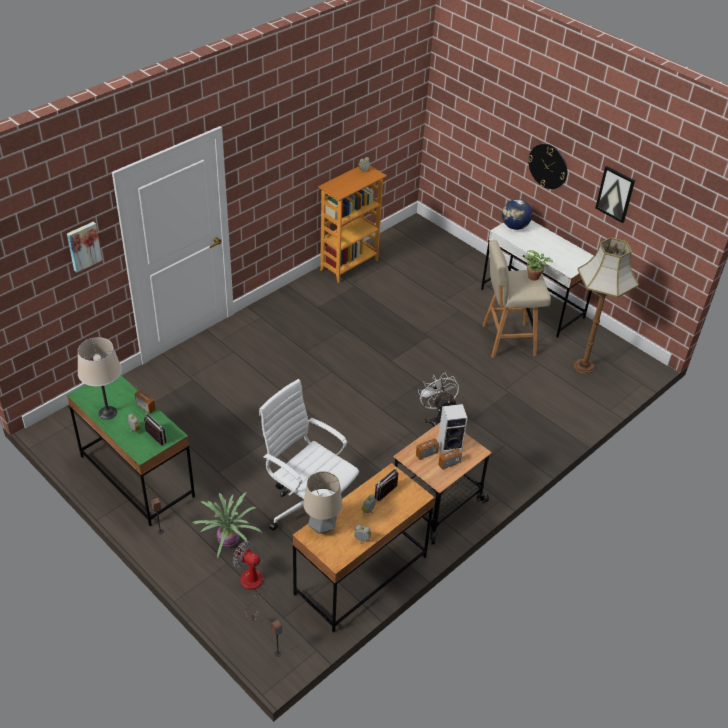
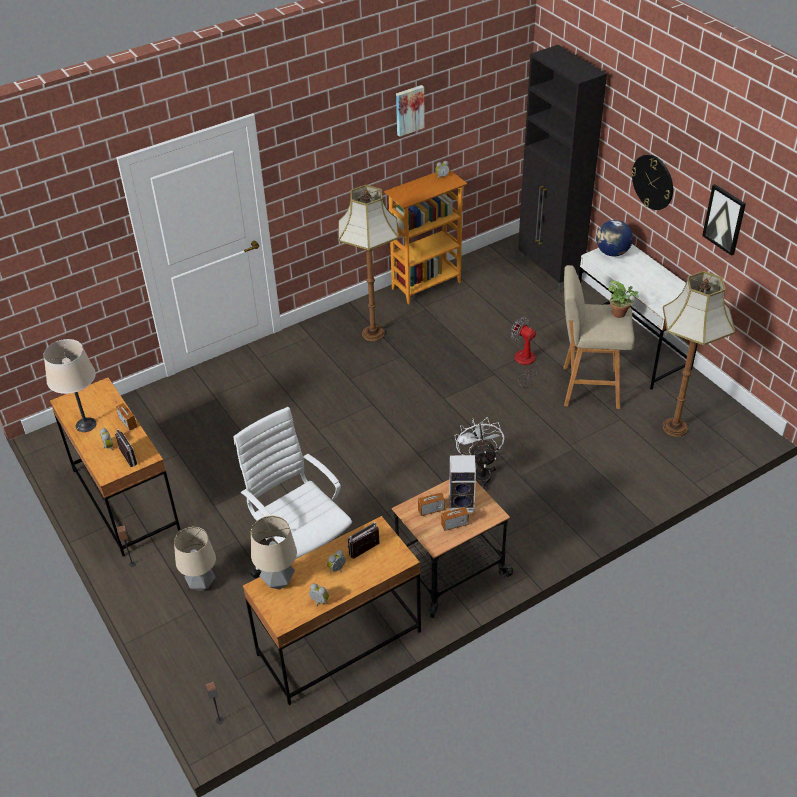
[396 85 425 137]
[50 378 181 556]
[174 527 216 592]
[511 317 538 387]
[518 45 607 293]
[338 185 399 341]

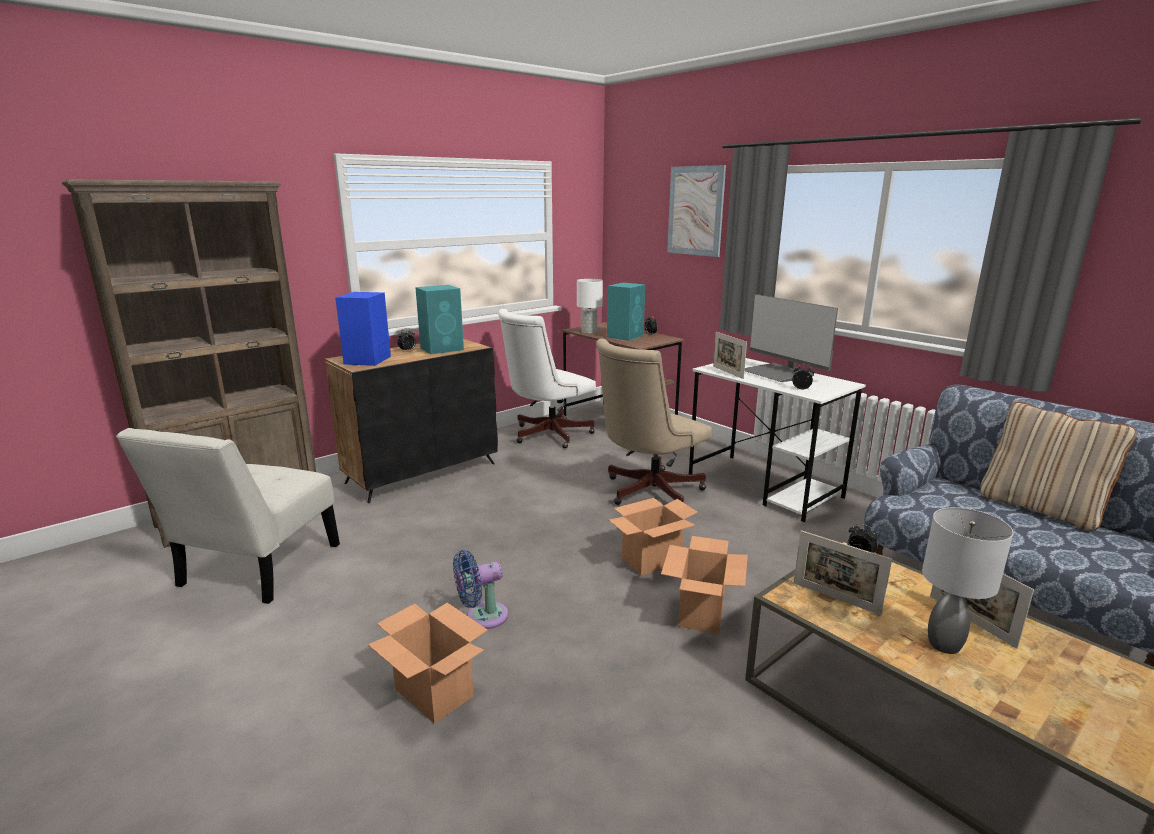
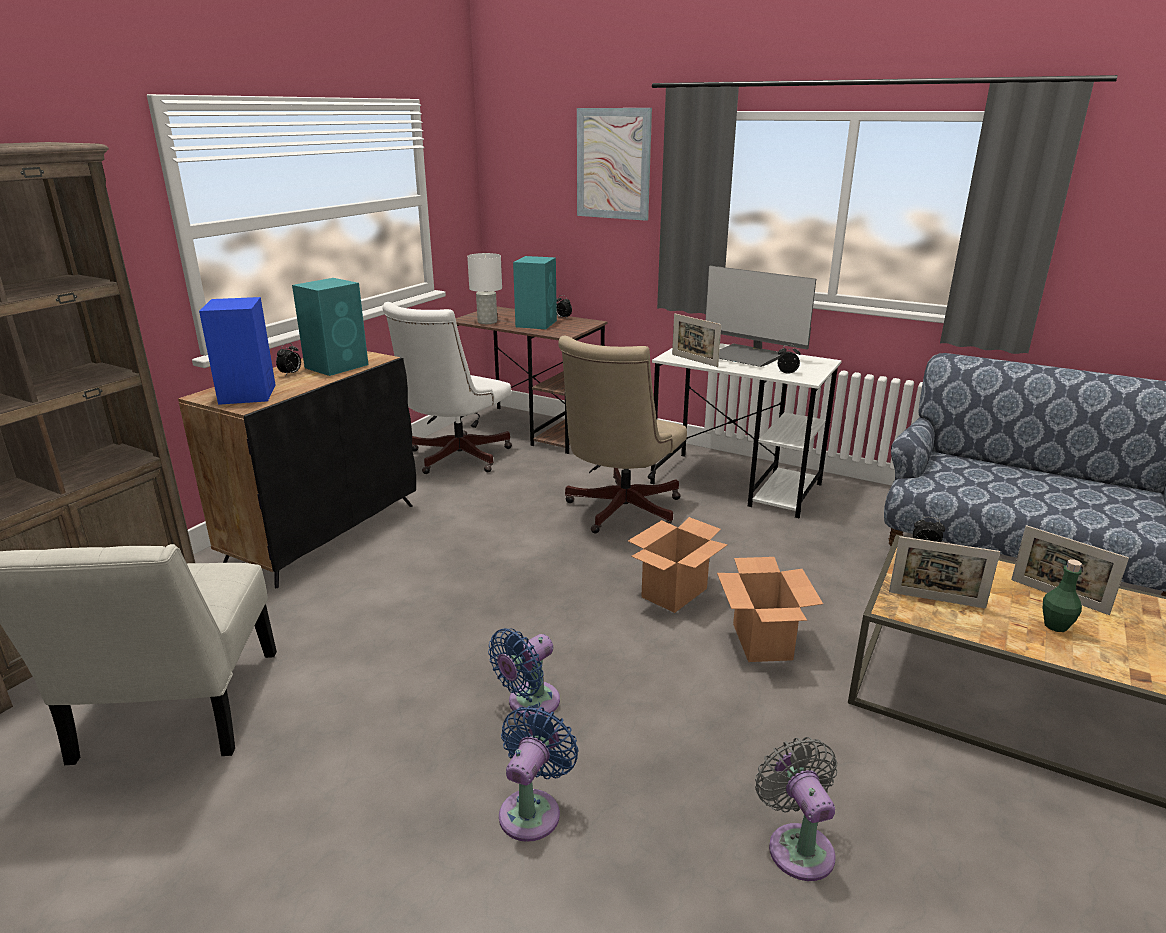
[980 402 1136 531] (first image)
[1043 559 1082 632]
[499 706 578 842]
[755 737 837 881]

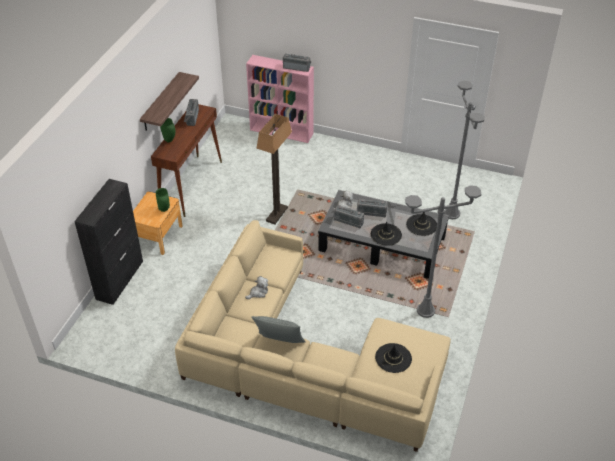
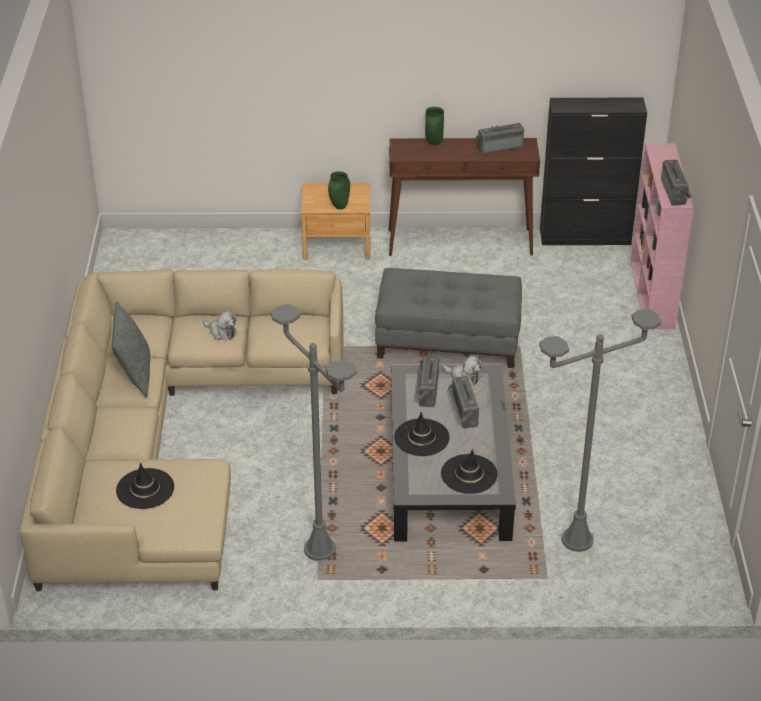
[140 72 199 131] (first image)
[375 268 522 368]
[540 98 647 245]

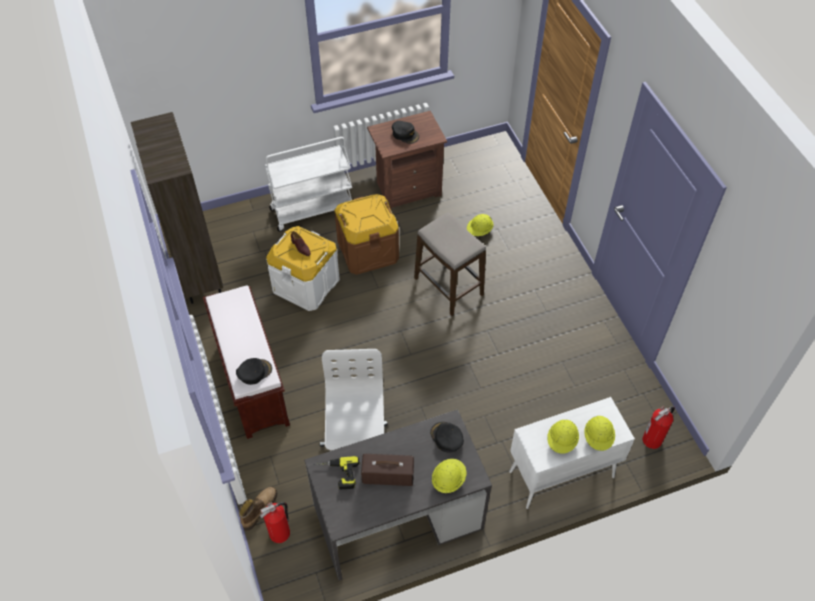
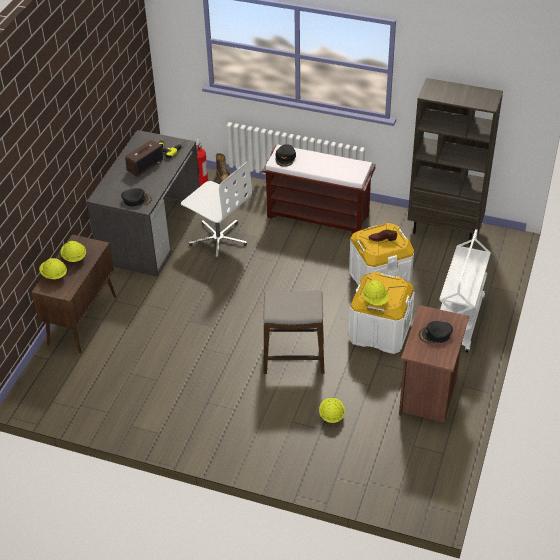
[348 272 415 354]
[31 234 116 353]
[643 406 675 449] (first image)
[363 280 389 306]

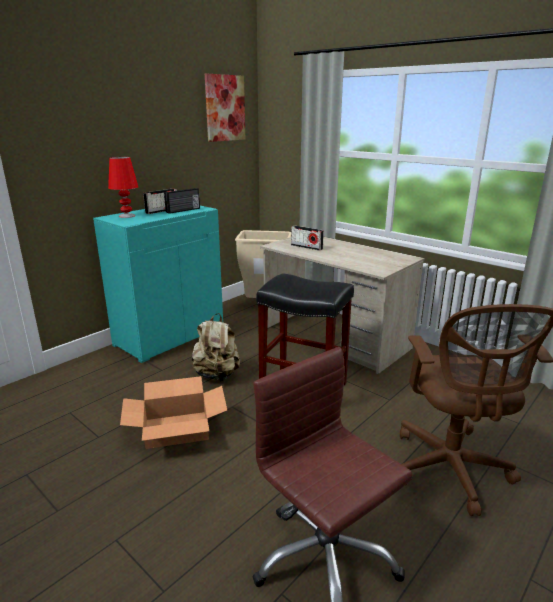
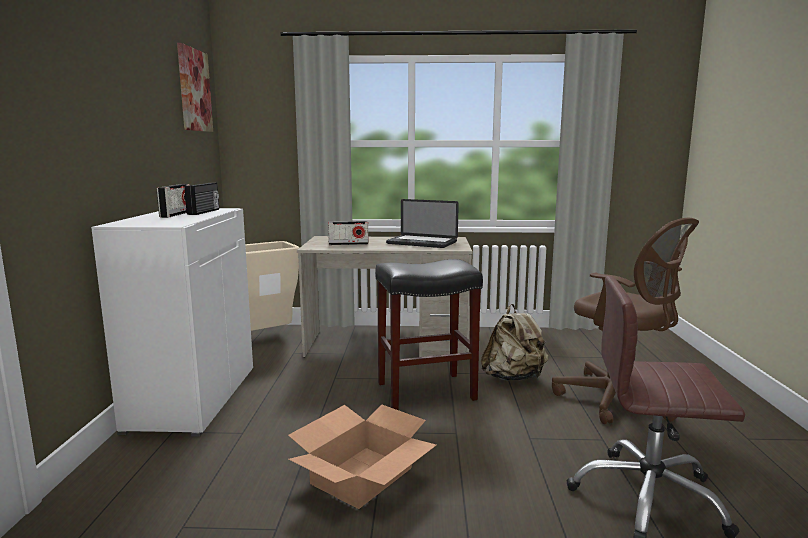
[108 157 138 218] (first image)
[91 208 253 437]
[481 304 548 381]
[386 199 459 248]

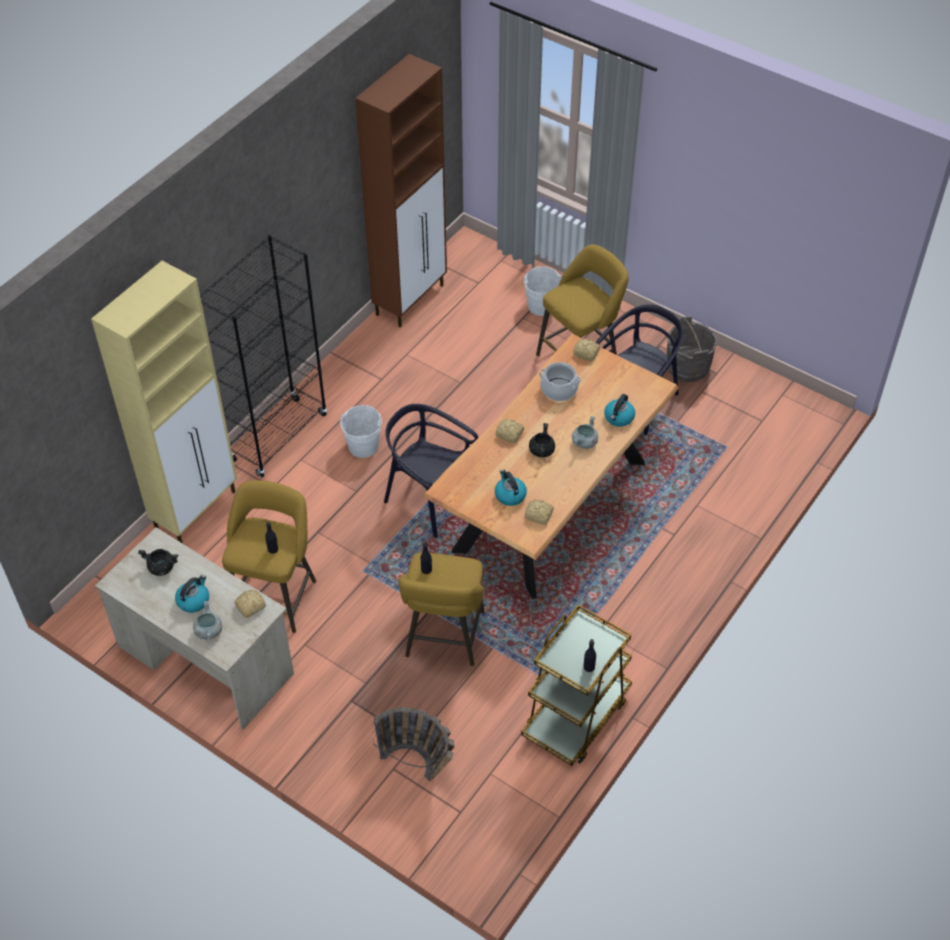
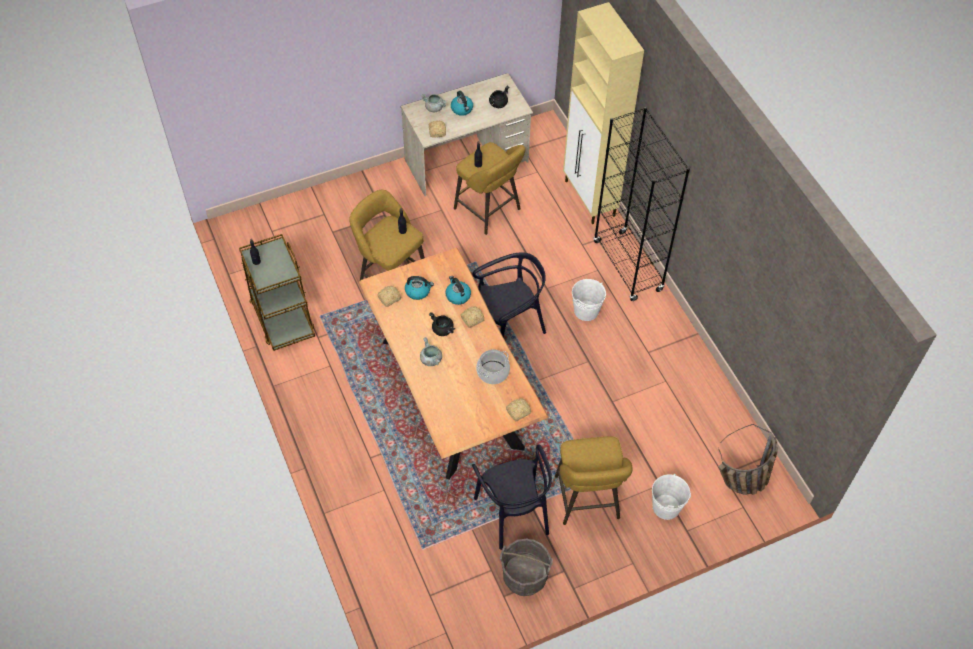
[355 54 447 328] (first image)
[445 276 471 305]
[718 424 778 495]

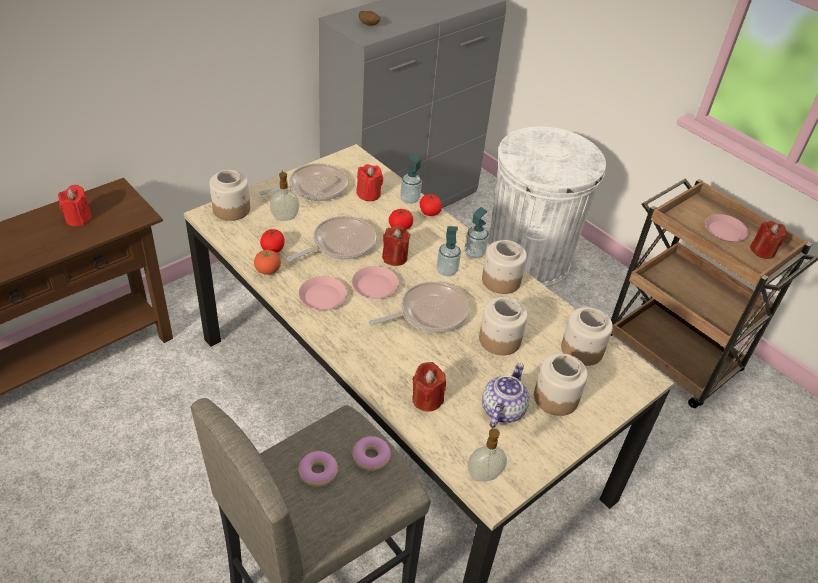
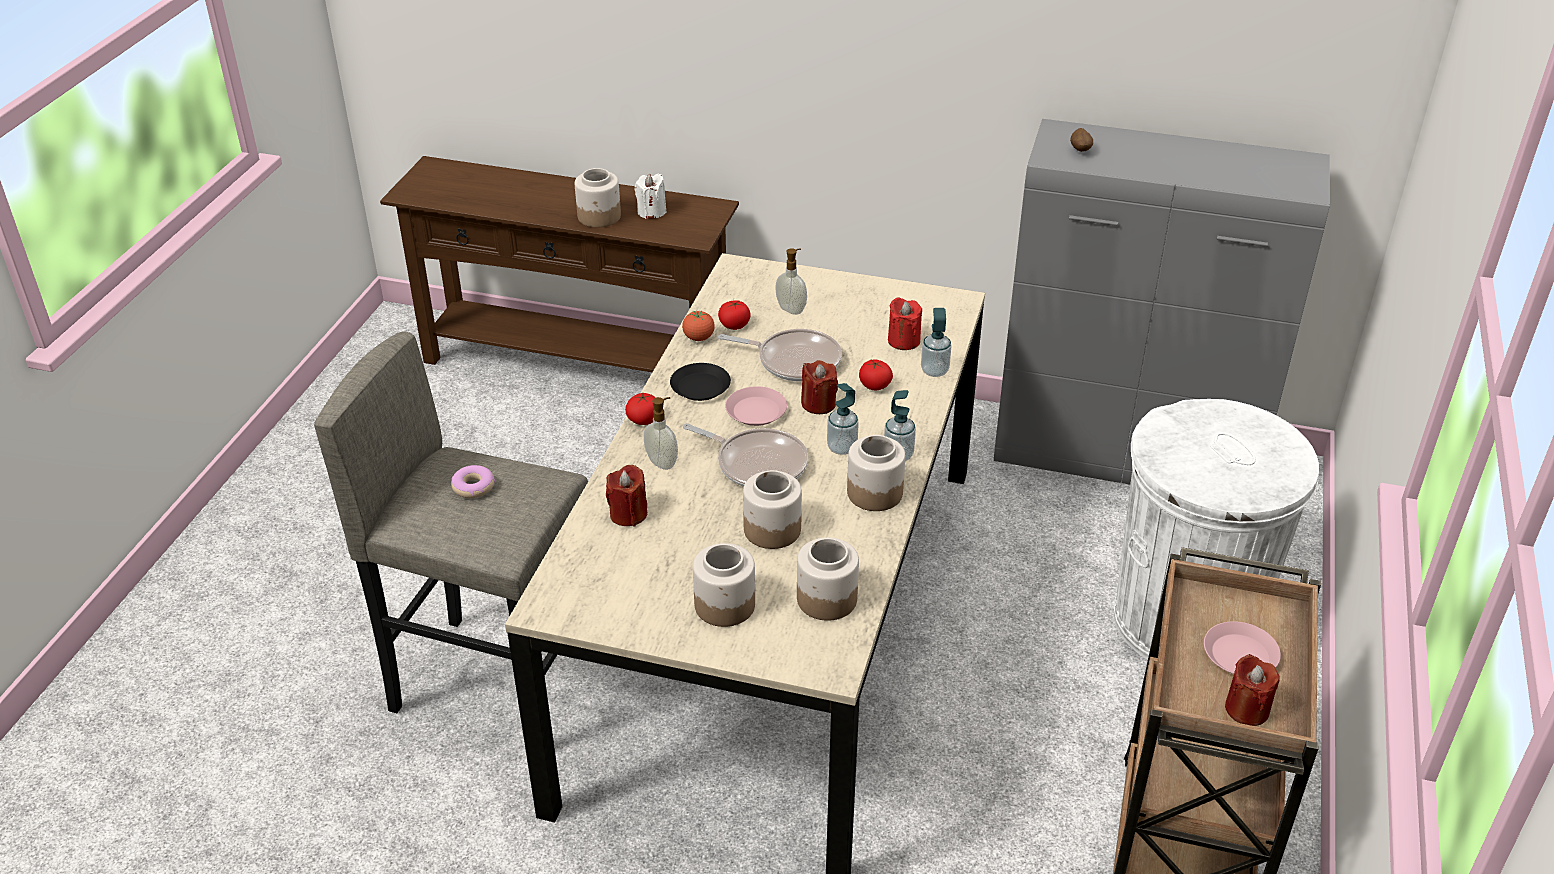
[260 163 348 201] (first image)
[575 168 621 227]
[635 173 667 219]
[625 393 655 425]
[670 363 731 401]
[482 363 529 428] (first image)
[644 397 678 470]
[352 436 391 471] (first image)

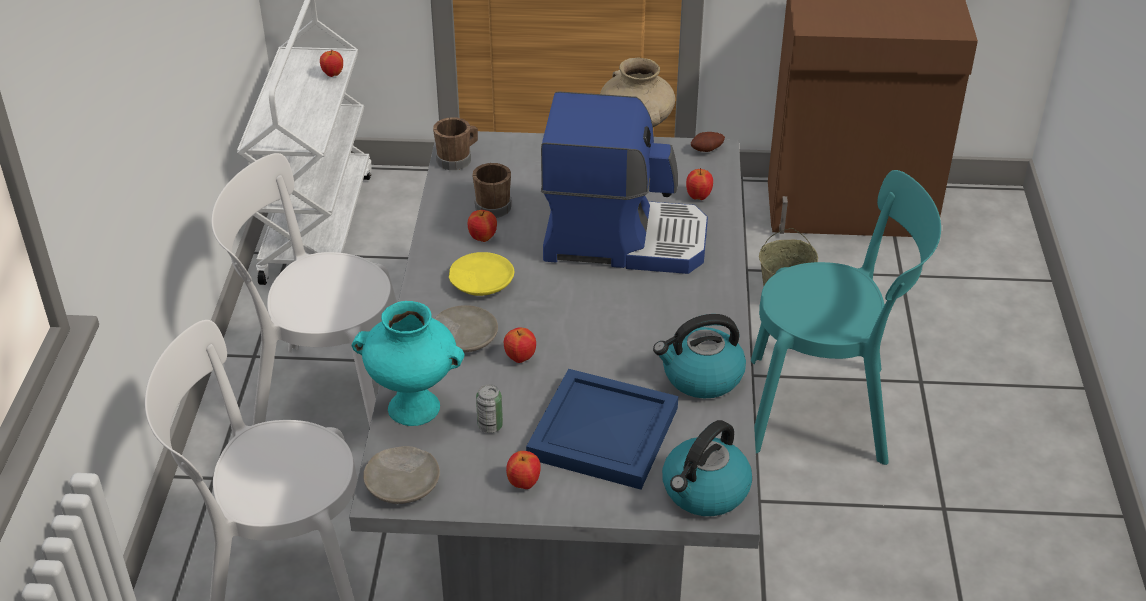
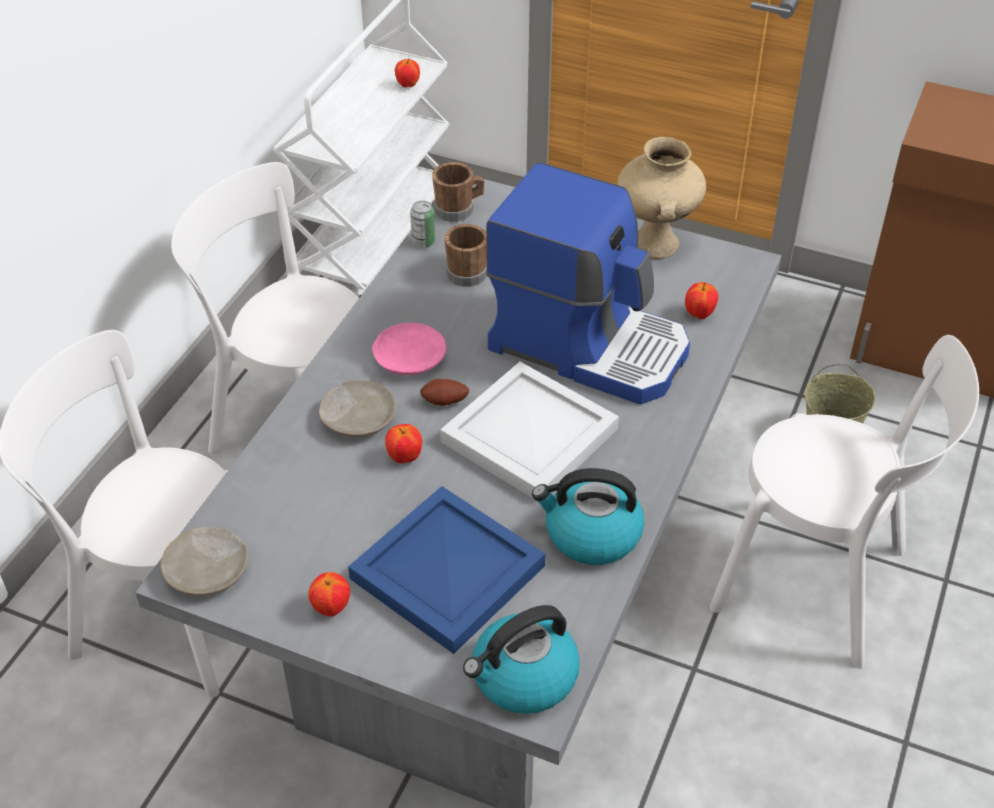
[420 379 469 406]
[710 335 979 669]
[468 210 497 242] (first image)
[372 323 446 375]
[352 301 465 426] (first image)
[410 201 435 247]
[440 362 619 499]

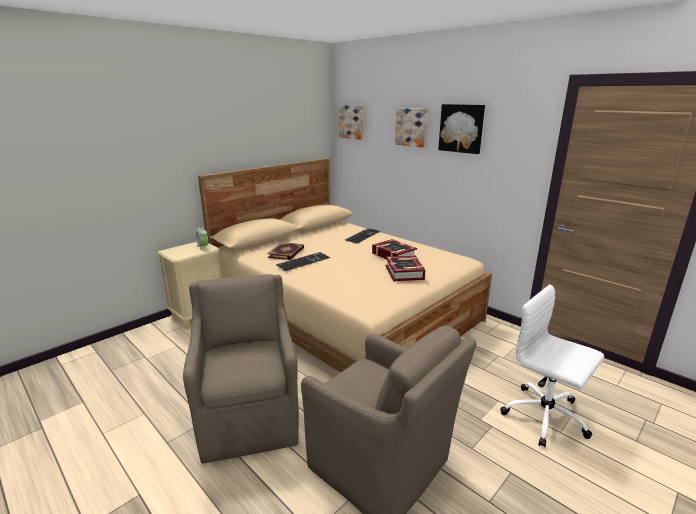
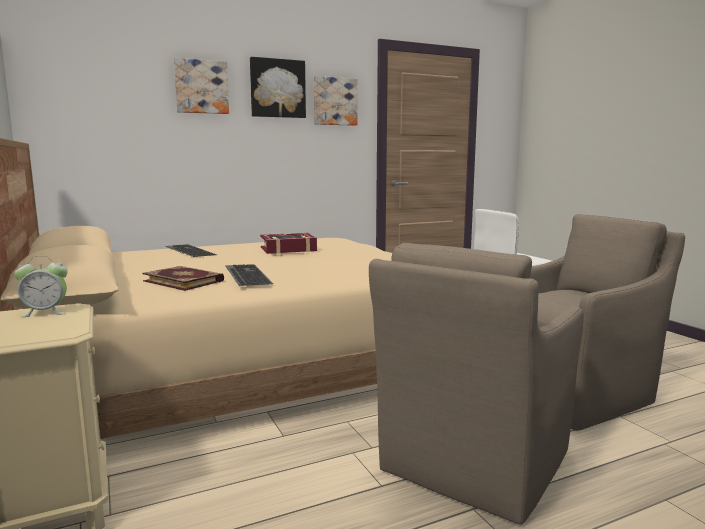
[314 76 358 126]
[386 255 425 281] (first image)
[369 243 584 525]

